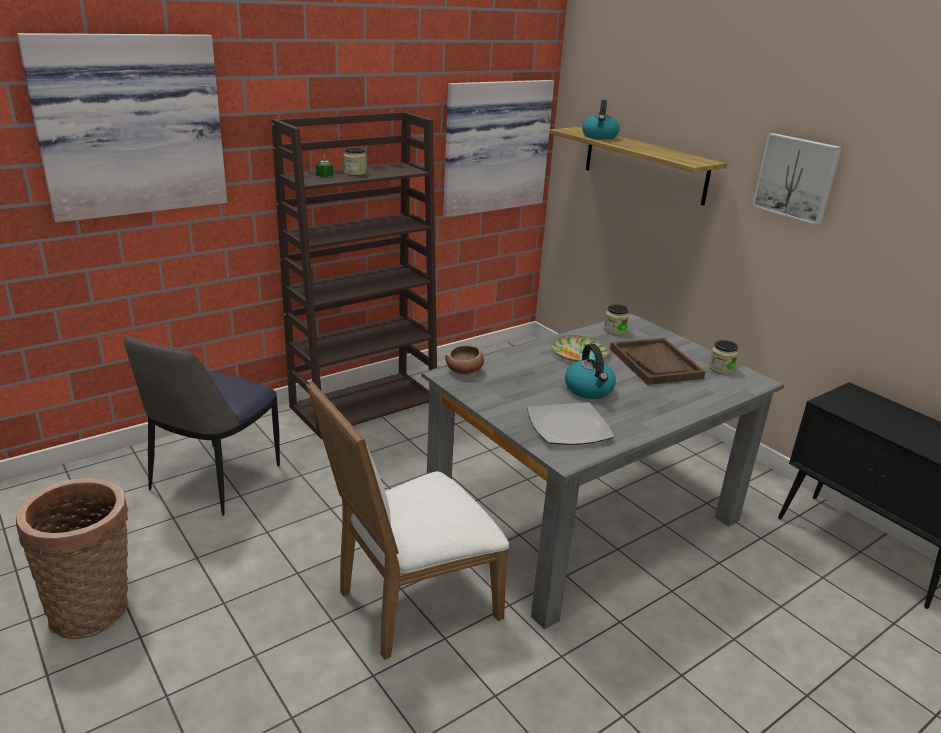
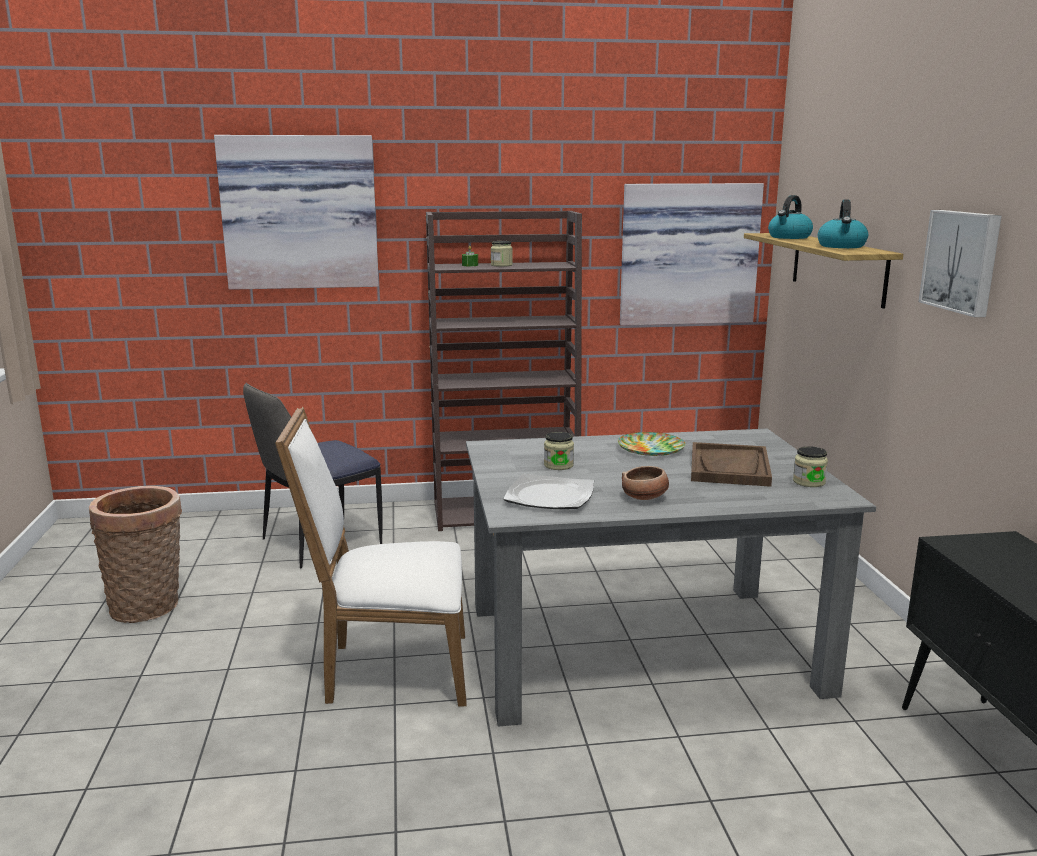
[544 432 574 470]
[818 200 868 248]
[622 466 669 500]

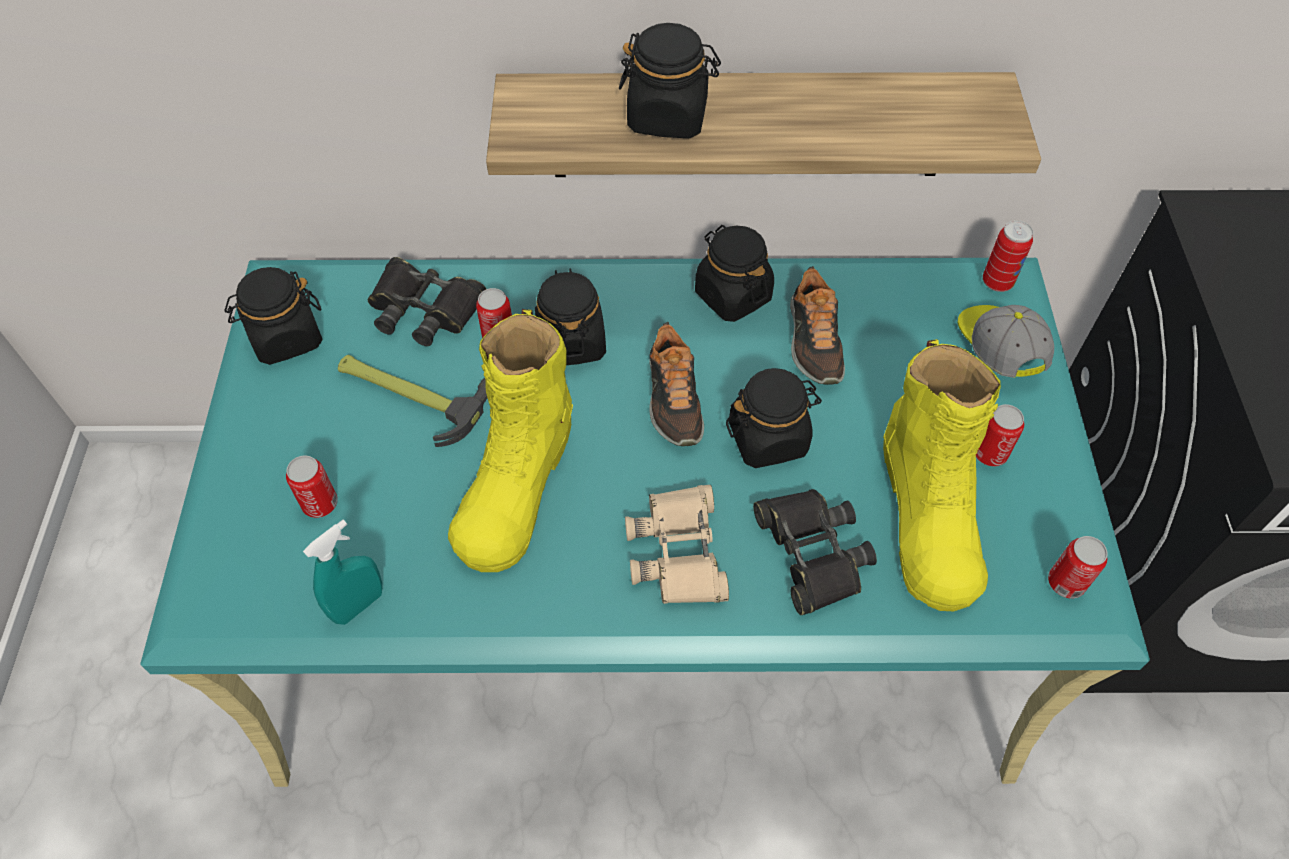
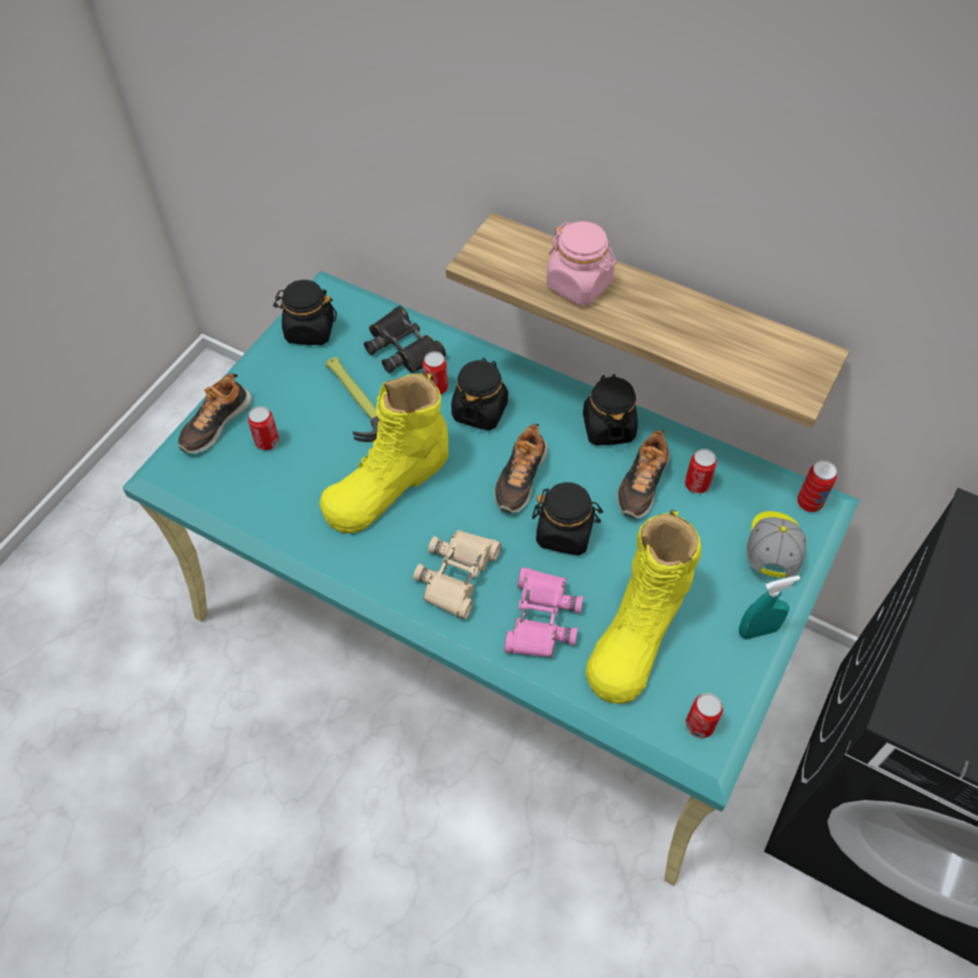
[546 222 617 305]
[685 449 717 494]
[504 567 583 658]
[739 575 800 639]
[178 373 252 454]

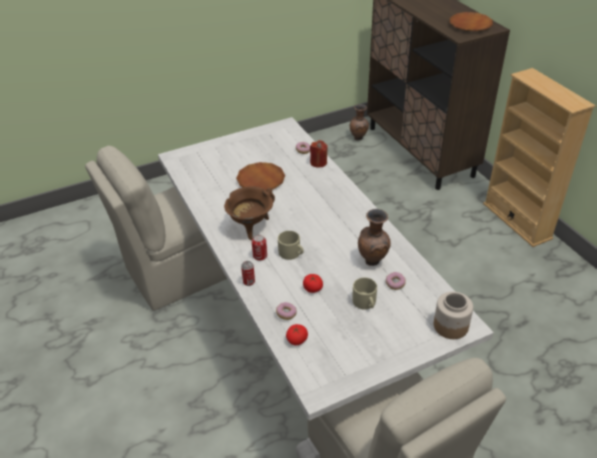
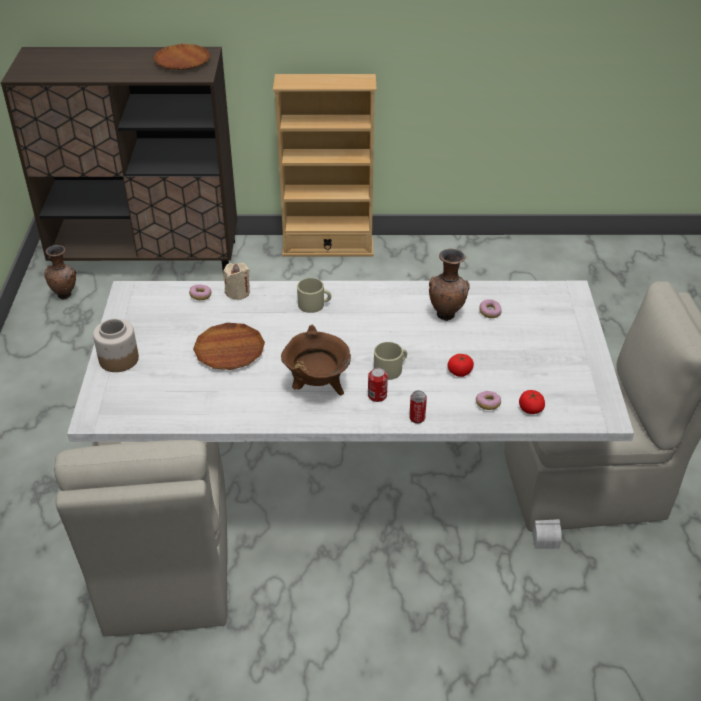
[223 263 250 300]
[297 278 331 313]
[93 319 139 372]

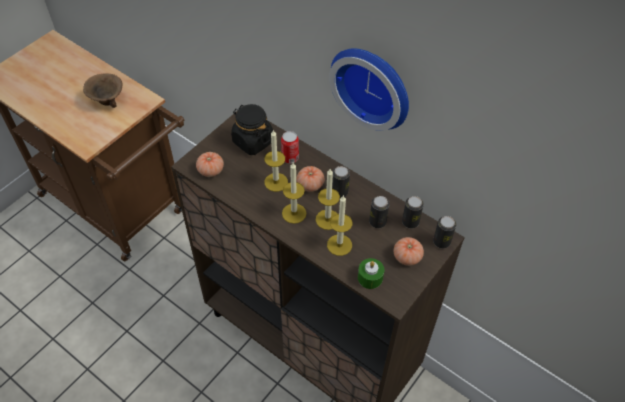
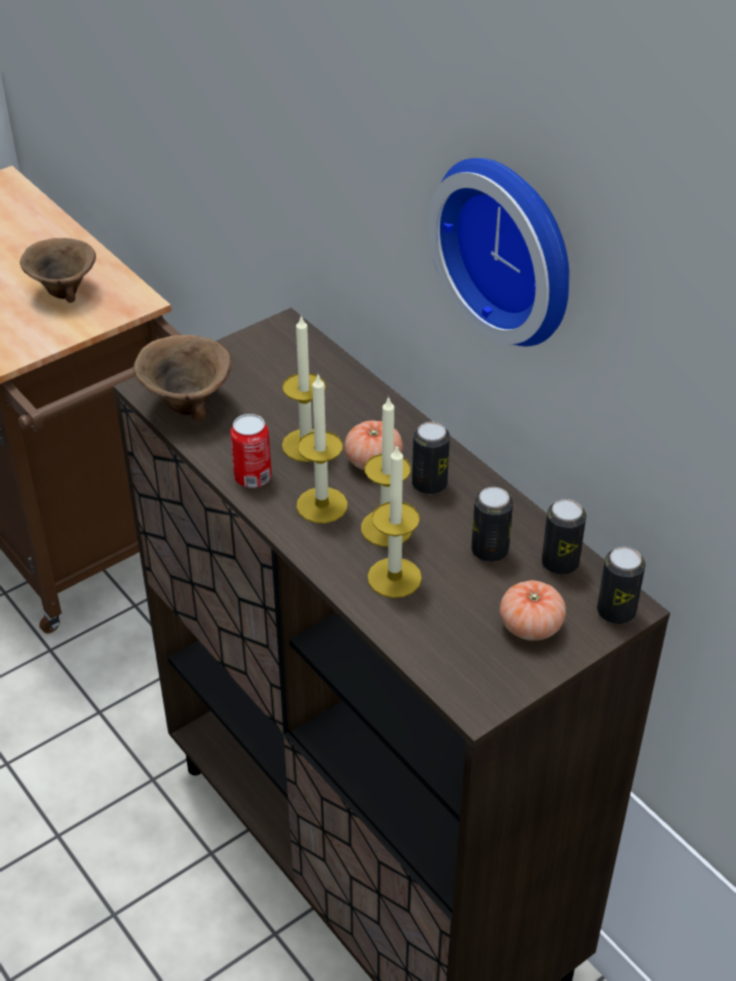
[231 104 273 155] (first image)
[230 414 272 488]
[133 335 232 422]
[358 258 384 289] (first image)

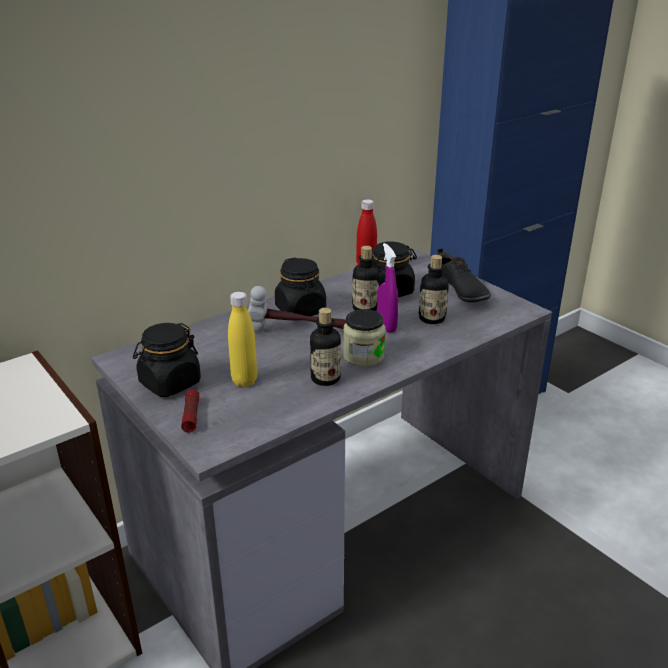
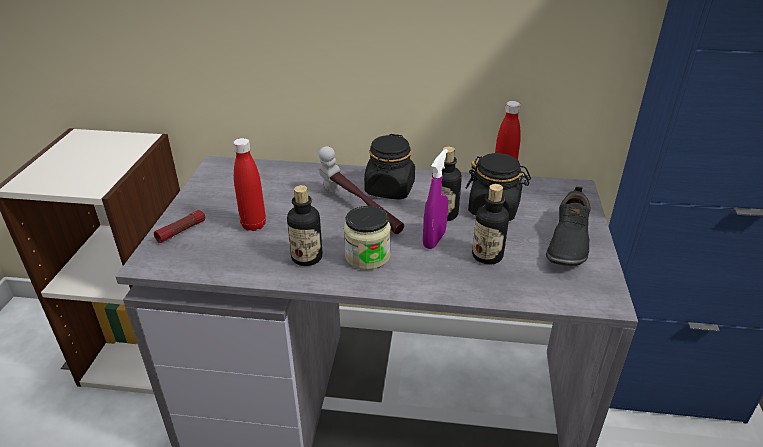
[233 138 266 231]
[133 323 201 397] (first image)

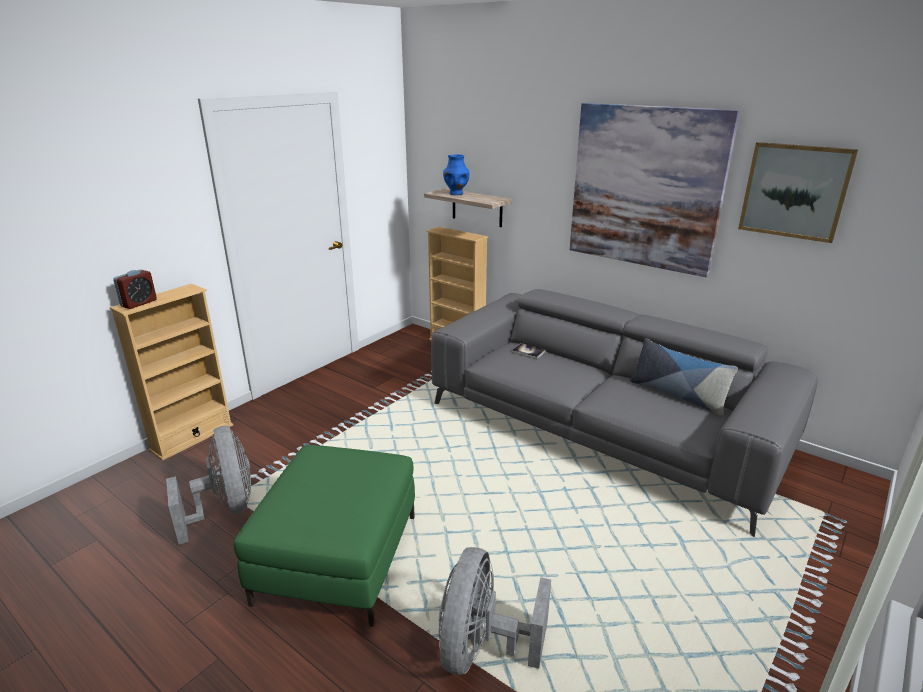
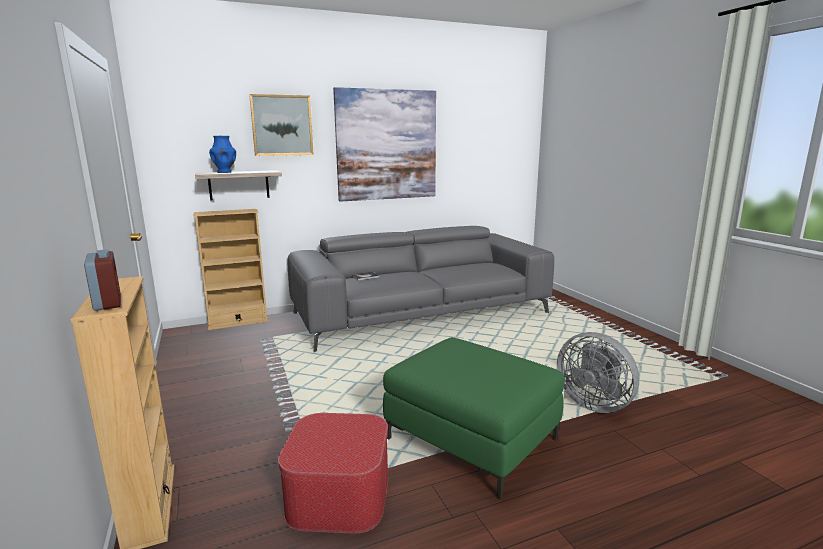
[249 94 314 156]
[630 338 738 416] (first image)
[278 413 388 533]

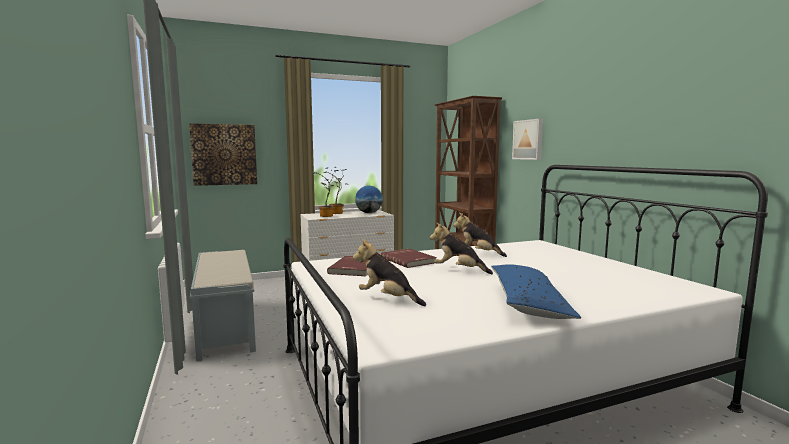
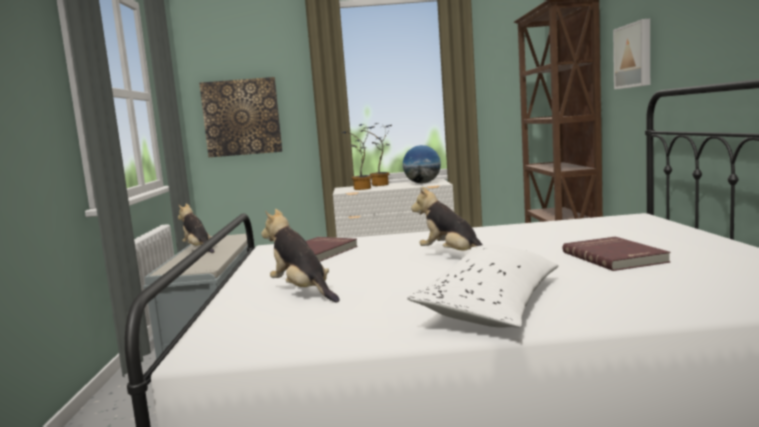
[178 204 214 253]
[563 237 671 271]
[407 245 558 328]

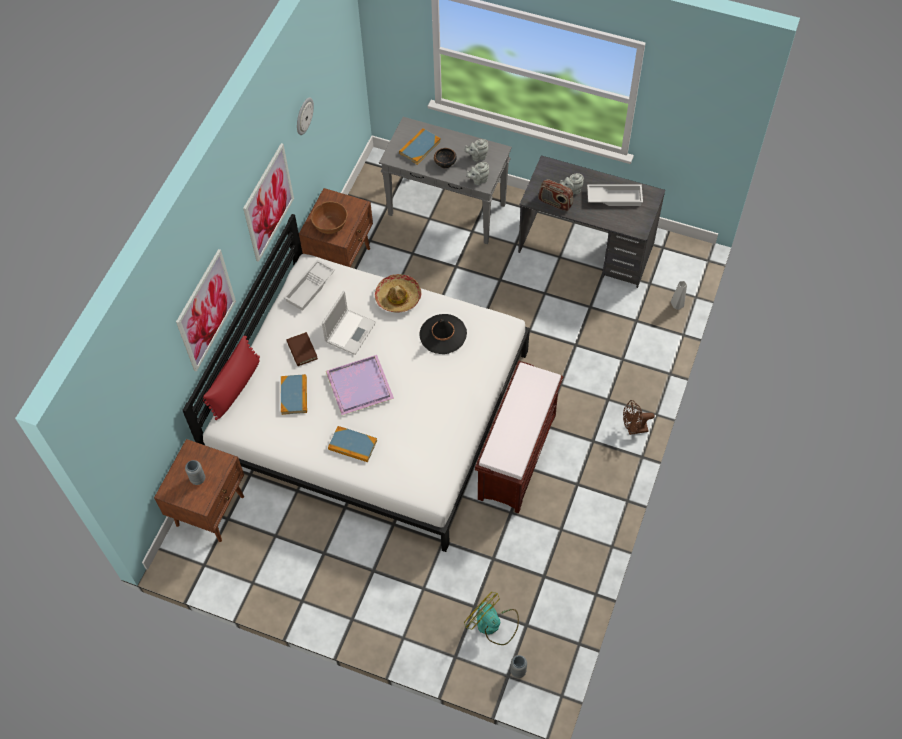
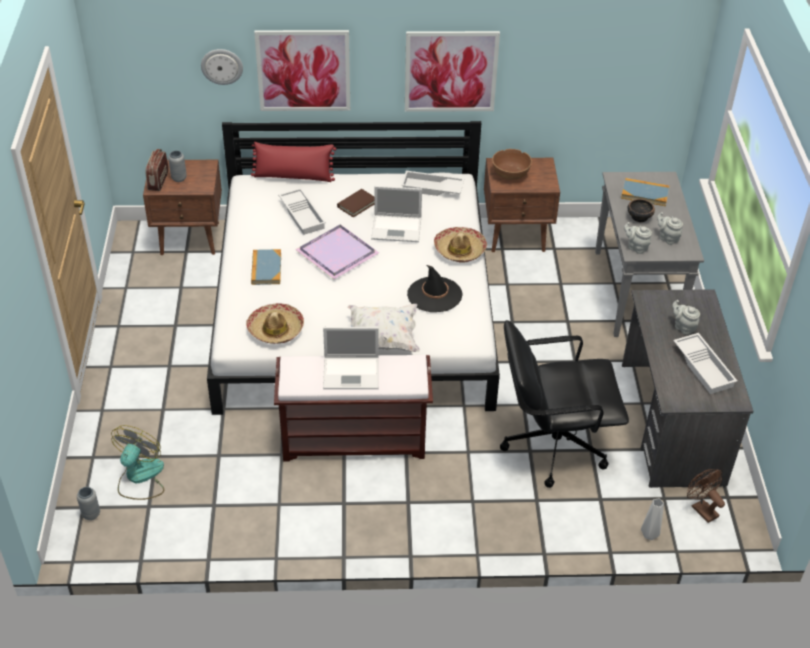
[201 49 243 85]
[145 149 169 191]
[278 188 326 235]
[687 469 725 523]
[246 303 304 344]
[347 304 420 352]
[500 320 629 488]
[323 327 379 389]

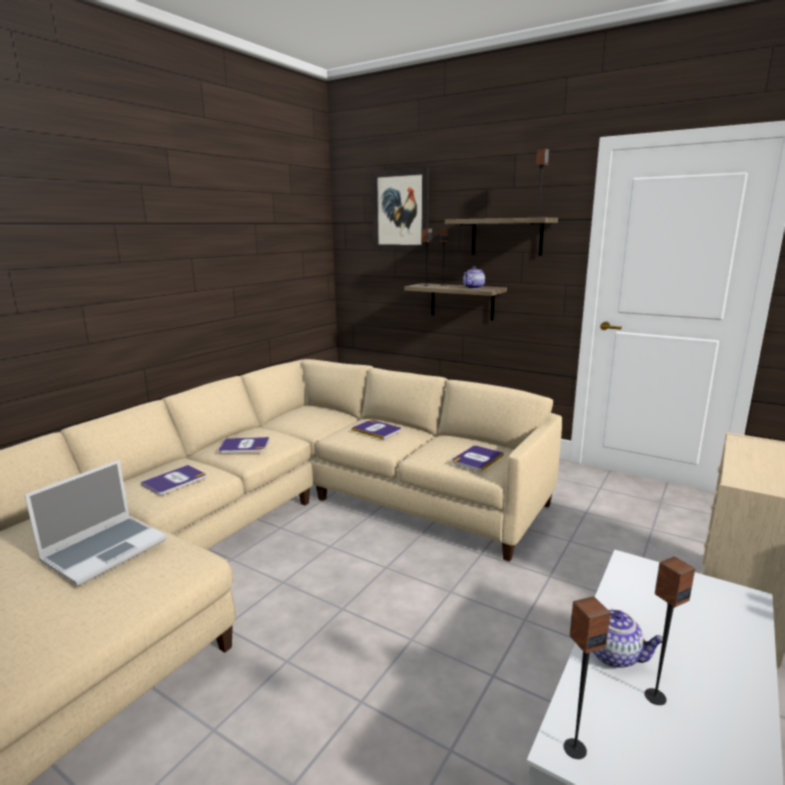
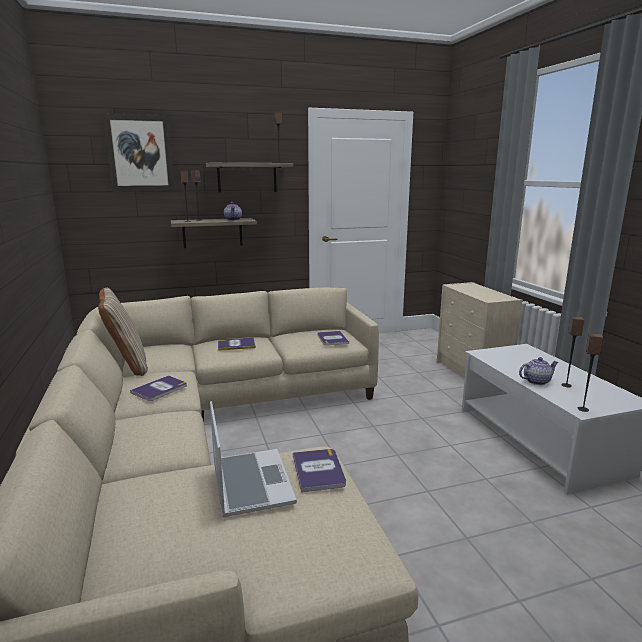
[293 449 346 492]
[98 288 148 376]

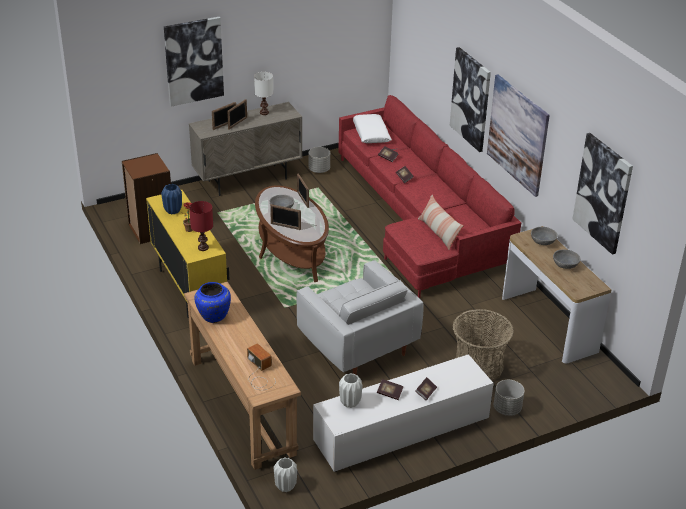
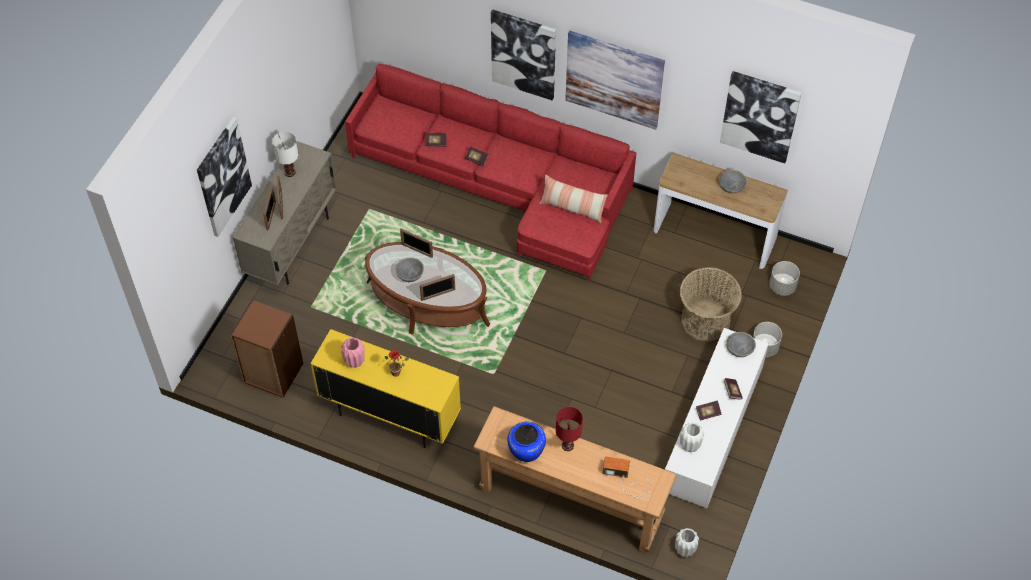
[353 114 392 143] (first image)
[769 261 800 296]
[341 337 365 368]
[556 407 583 451]
[726 332 756 357]
[296 260 424 375] (first image)

